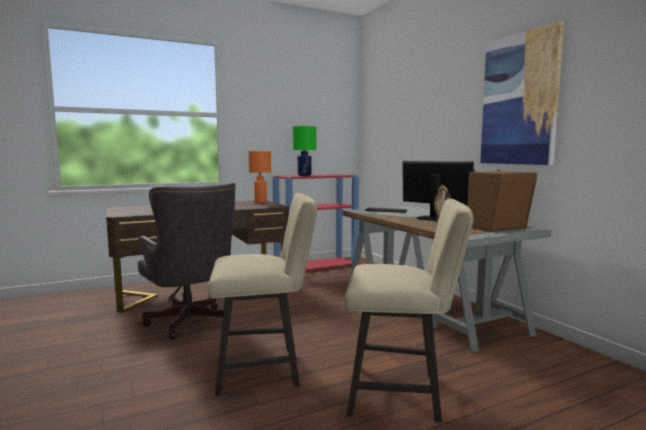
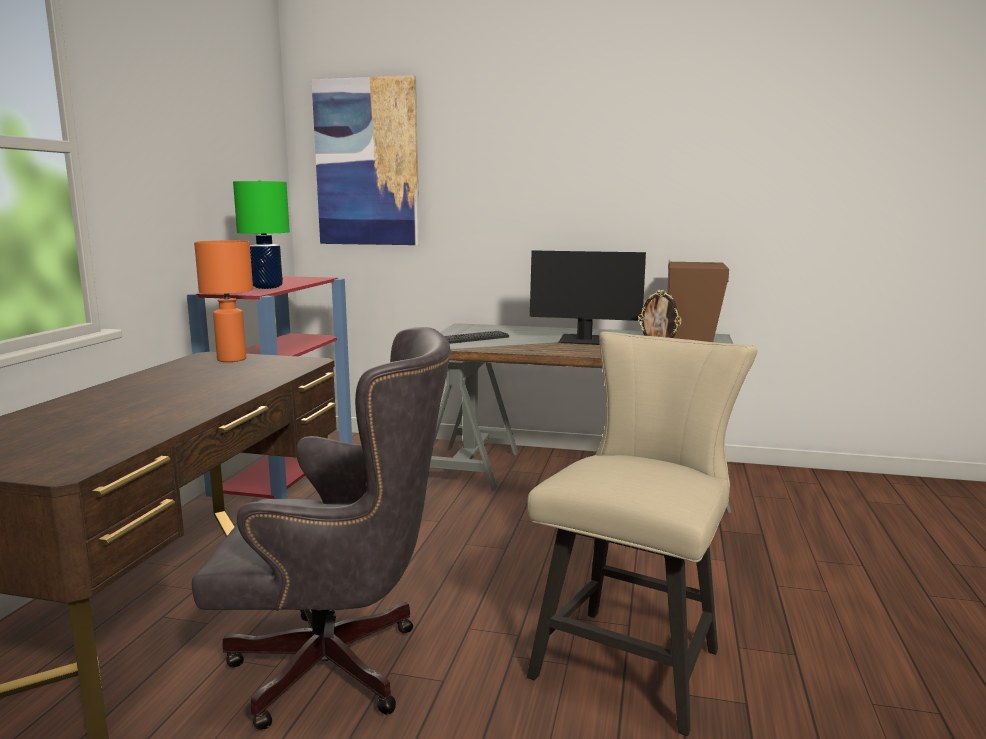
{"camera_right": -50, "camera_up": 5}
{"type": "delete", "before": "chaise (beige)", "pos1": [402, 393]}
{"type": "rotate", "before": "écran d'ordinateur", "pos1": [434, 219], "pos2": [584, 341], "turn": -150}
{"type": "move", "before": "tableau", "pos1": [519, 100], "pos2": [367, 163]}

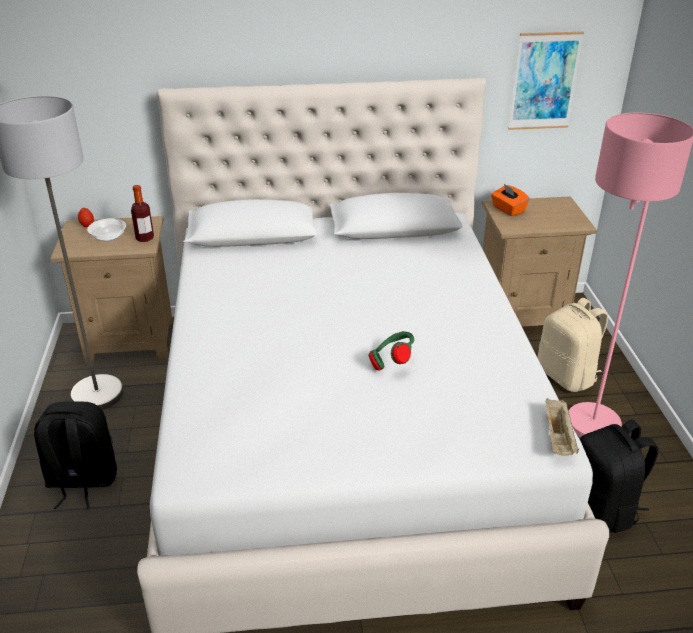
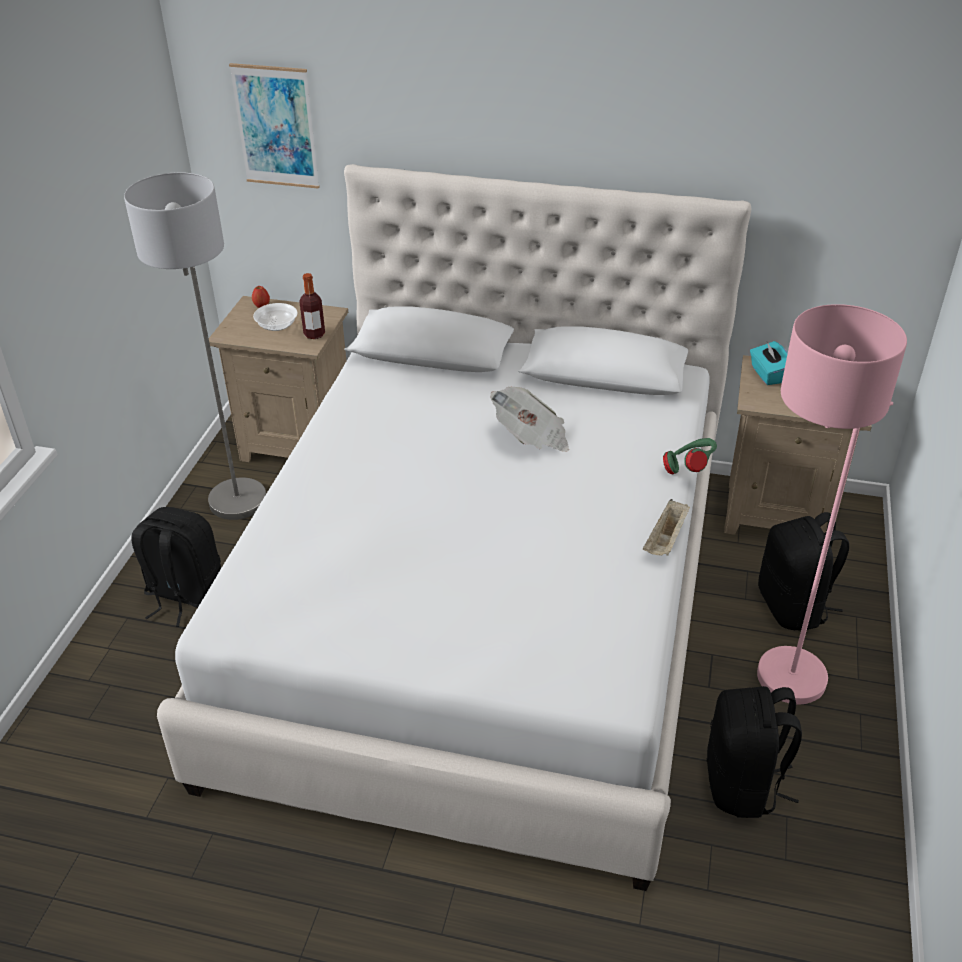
{"camera_right": 20, "camera_up": 5}
{"type": "move", "before": "casque audio (vert)", "pos1": [392, 362], "pos2": [689, 469]}
{"type": "recolor", "before": "boîte à mouchoirs (orange)", "after": "boîte à mouchoirs (turquoise)", "pos1": [508, 209], "pos2": [768, 374]}
{"type": "move", "before": "tableau", "pos1": [544, 81], "pos2": [276, 126]}
{"type": "recolor", "before": "sac à dos (beige)", "after": "sac à dos (noir)", "pos1": [567, 376], "pos2": [793, 607]}
{"type": "move", "before": "plateau (beige)", "pos1": [558, 438], "pos2": [666, 539]}
{"type": "insert", "after": "journal", "pos2": [531, 438]}

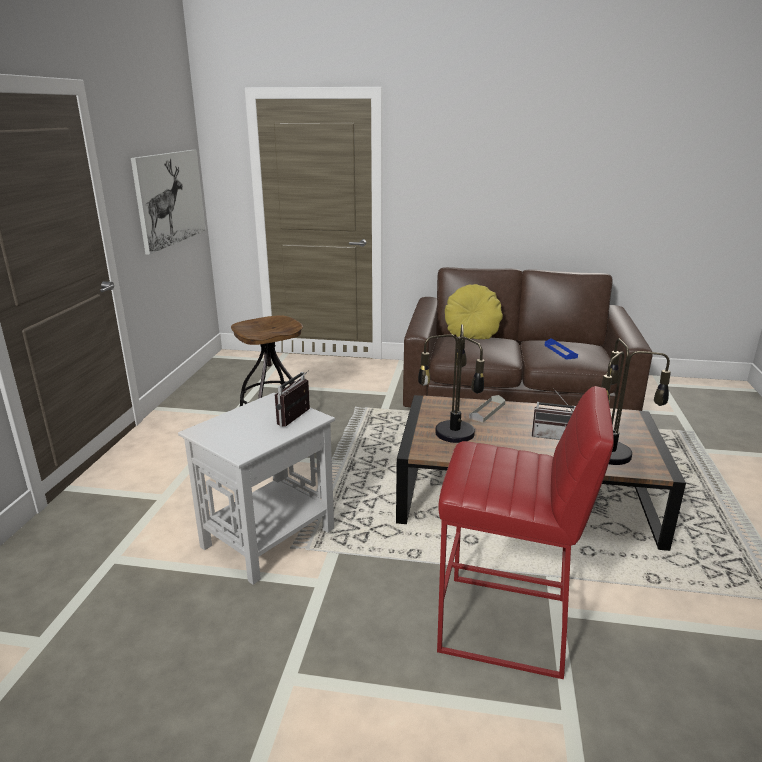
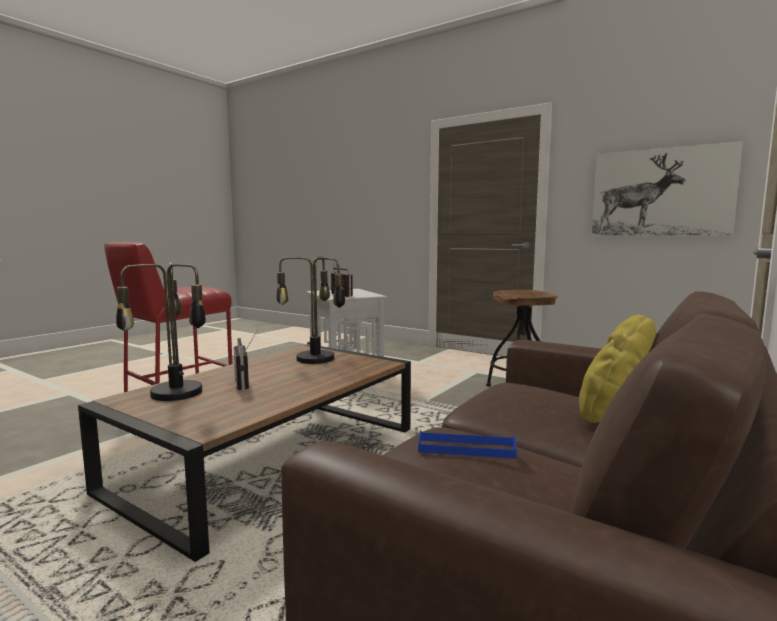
{"camera_right": 115, "camera_up": -15}
{"type": "delete", "before": "plateau (gris)", "pos1": [487, 411]}
{"type": "rotate", "before": "radio", "pos1": [552, 436], "pos2": [248, 383], "turn": -60}

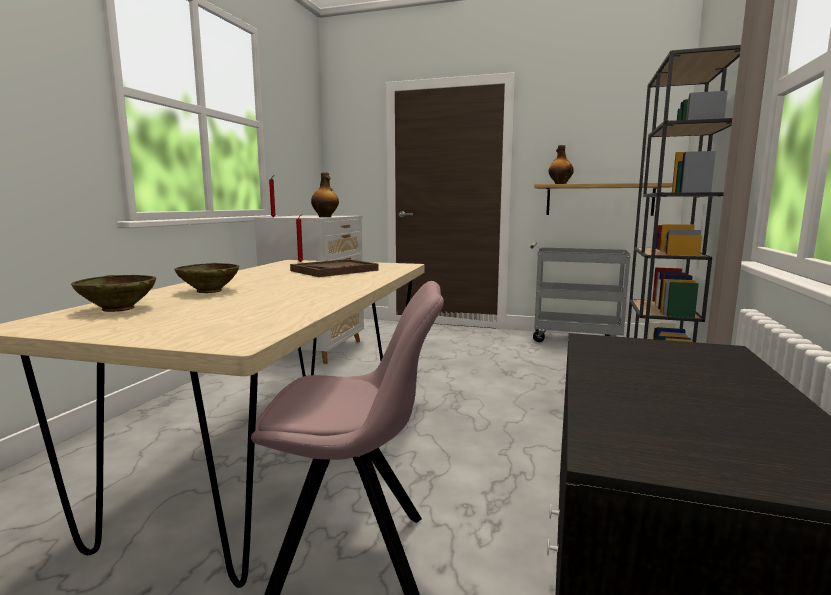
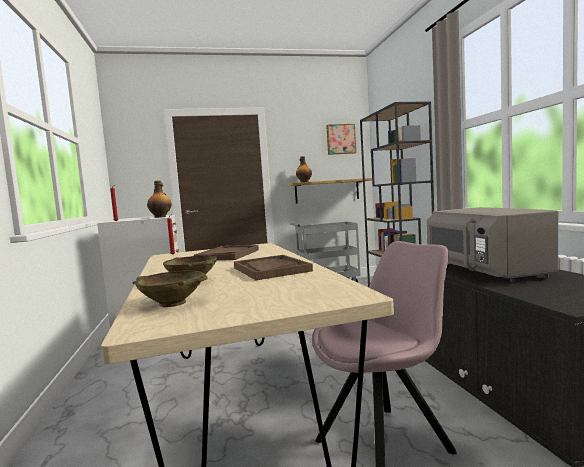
{"camera_right": -30, "camera_up": -5}
{"type": "insert", "after": "plateau (marron)", "pos2": [271, 269]}
{"type": "insert", "after": "tableau", "pos2": [340, 139]}
{"type": "insert", "after": "micro-ondes (gris)", "pos2": [485, 271]}

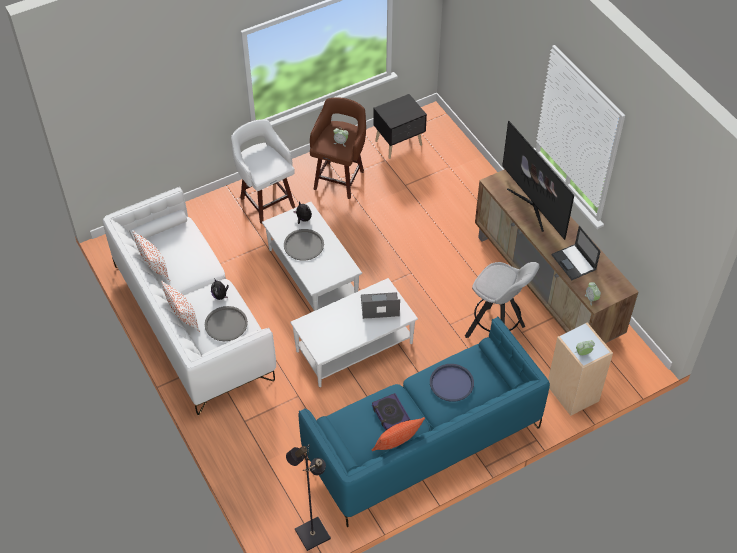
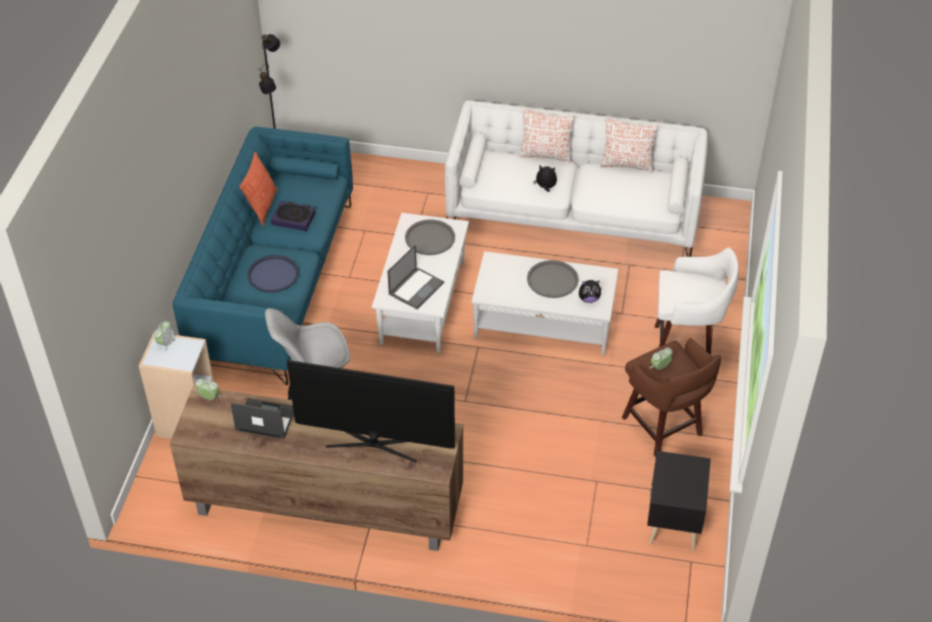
{"camera_right": 130, "camera_up": -5}
{"type": "move", "before": "plateau (gris)", "pos1": [226, 324], "pos2": [430, 238]}

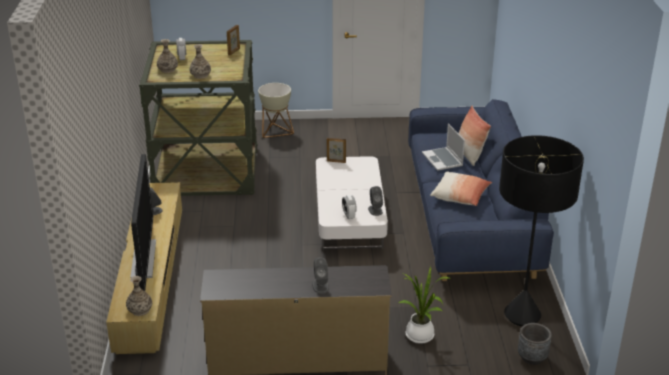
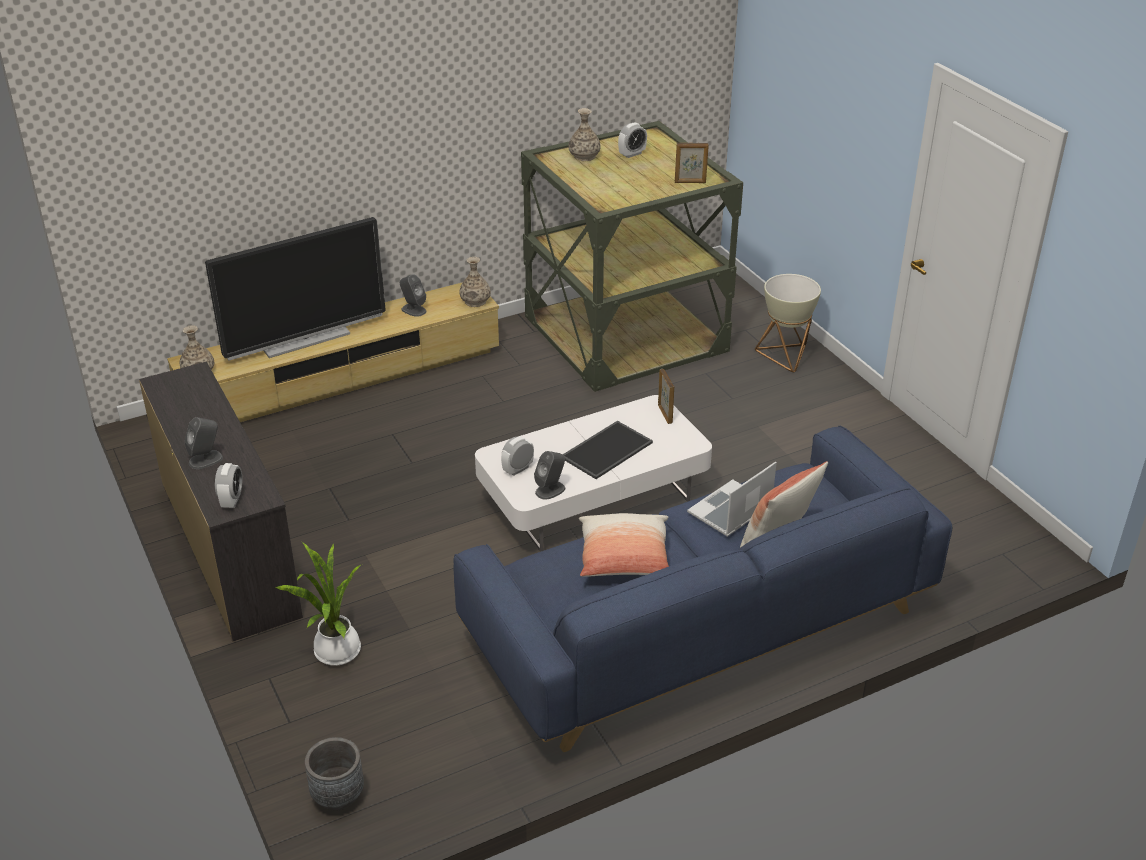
{"camera_right": 65, "camera_up": 5}
{"type": "move", "before": "vase", "pos1": [200, 75], "pos2": [475, 301]}
{"type": "delete", "before": "lampadaire (noir)", "pos1": [522, 317]}
{"type": "insert", "after": "réveil", "pos2": [232, 500]}
{"type": "insert", "after": "plateau", "pos2": [606, 449]}

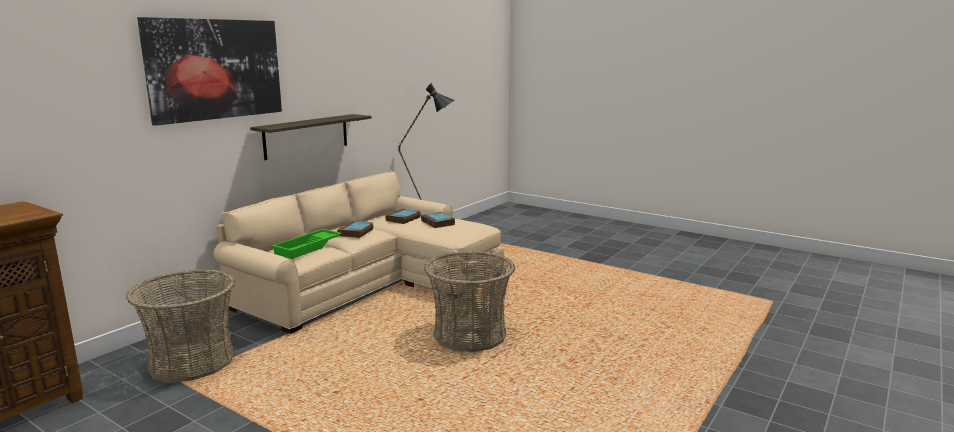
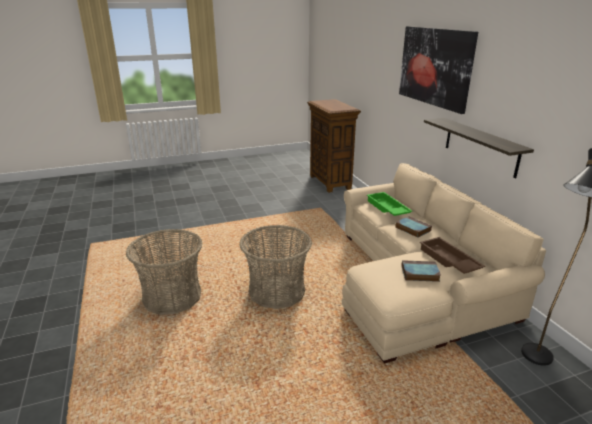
{"camera_right": 125, "camera_up": 10}
{"type": "move", "before": "panier", "pos1": [192, 362], "pos2": [172, 297]}
{"type": "replace", "before": "livre", "after": "plateau (marron)", "pos1": [403, 219], "pos2": [448, 260]}

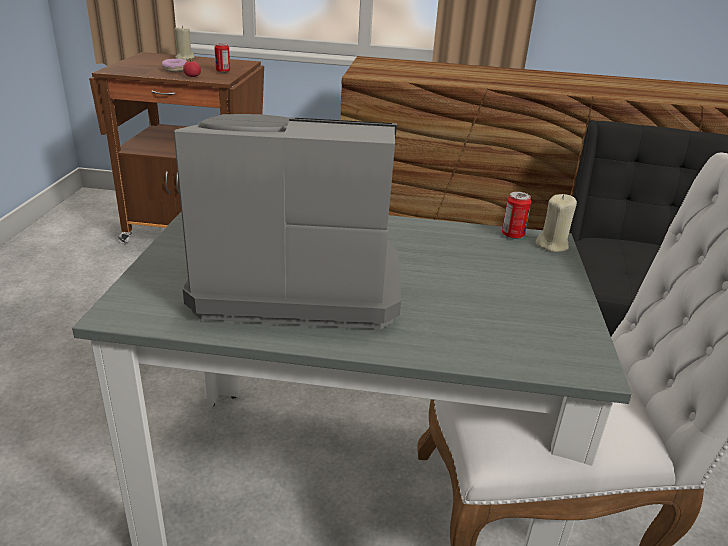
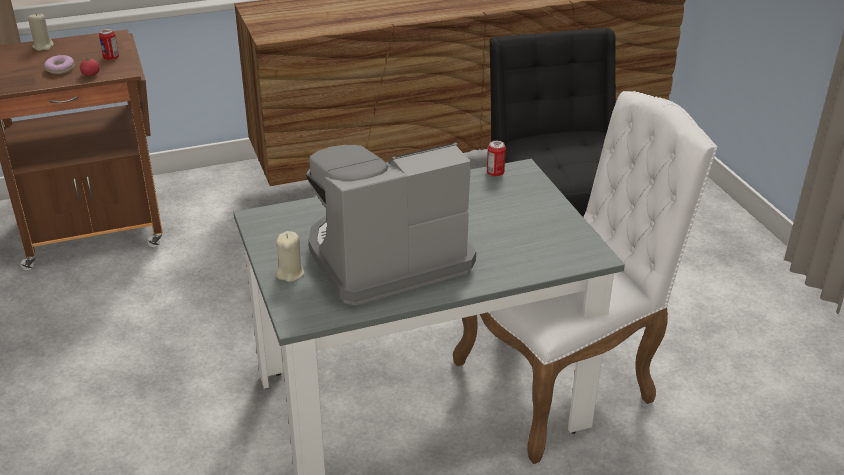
{"camera_right": -25, "camera_up": 5}
{"type": "move", "before": "bougie (beige)", "pos1": [552, 245], "pos2": [290, 273]}

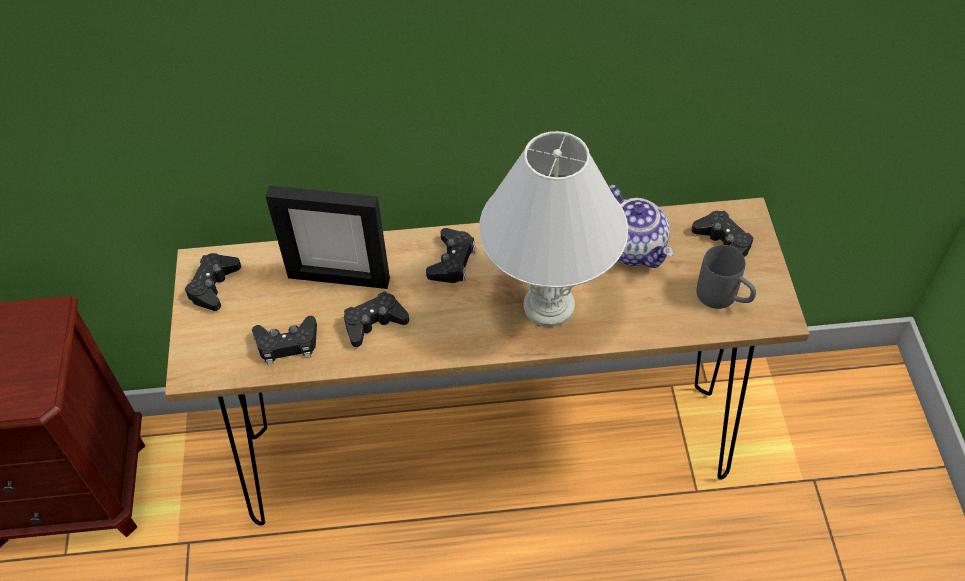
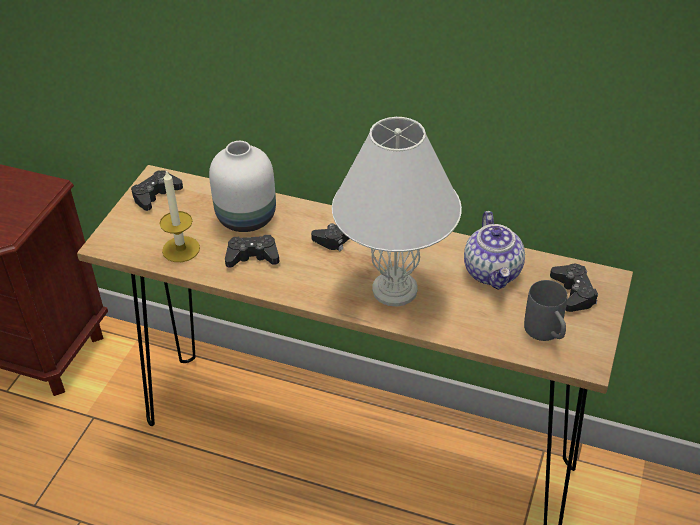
{"camera_right": 25, "camera_up": -10}
{"type": "replace", "before": "manette (noir)", "after": "bougie", "pos1": [287, 344], "pos2": [181, 249]}
{"type": "replace", "before": "cadre photo", "after": "vase (blanc)", "pos1": [339, 276], "pos2": [248, 217]}

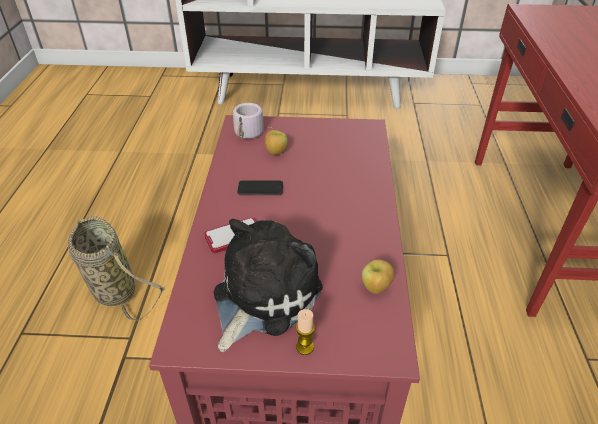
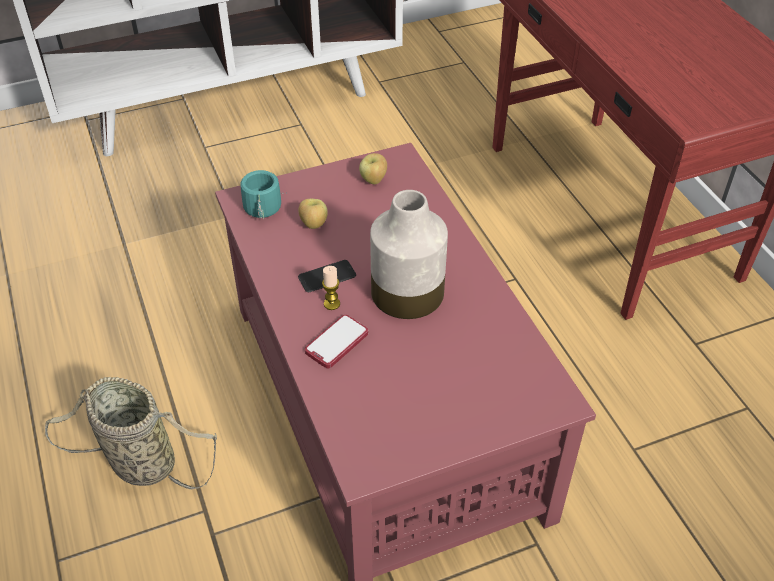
{"camera_right": -25, "camera_up": 5}
{"type": "delete", "before": "peluche", "pos1": [262, 296]}
{"type": "recolor", "before": "mug (gris)", "after": "mug (turquoise)", "pos1": [249, 134], "pos2": [264, 210]}
{"type": "move", "before": "bougie", "pos1": [305, 347], "pos2": [332, 304]}
{"type": "move", "before": "pomme", "pos1": [376, 288], "pos2": [373, 180]}
{"type": "insert", "after": "vase (beige)", "pos2": [408, 291]}

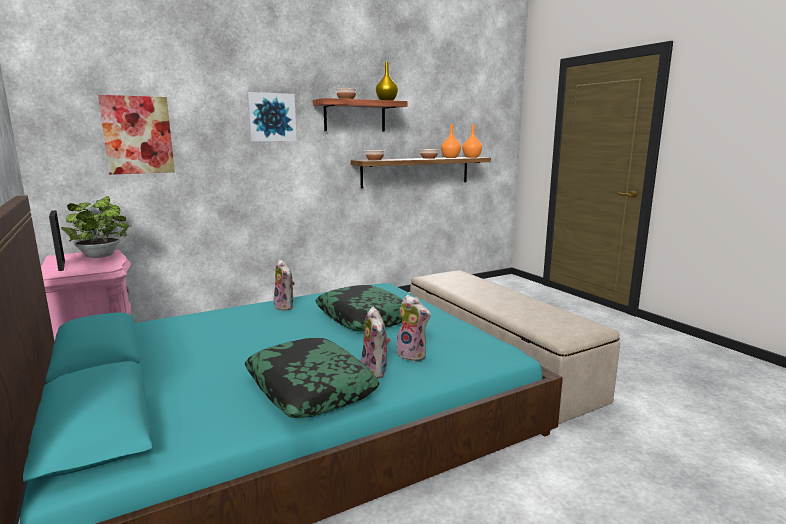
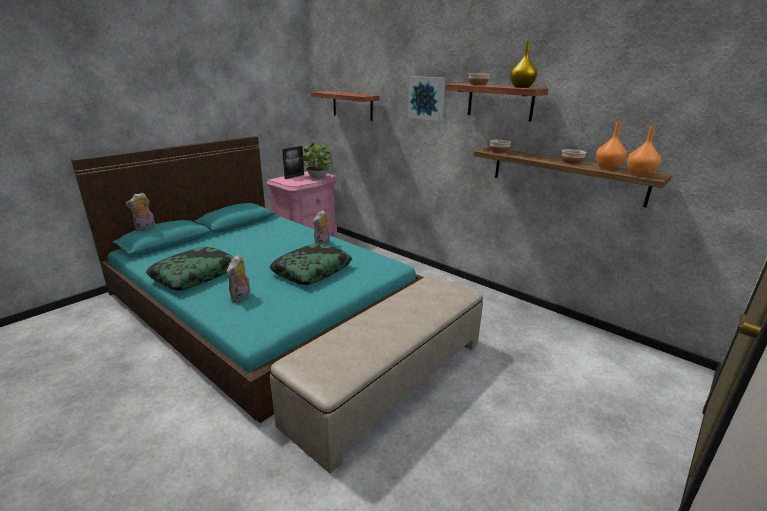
{"camera_right": 70, "camera_up": 10}
{"type": "replace", "before": "tableau", "after": "étagère", "pos1": [138, 135], "pos2": [352, 105]}
{"type": "move", "before": "peluche", "pos1": [376, 371], "pos2": [145, 228]}

